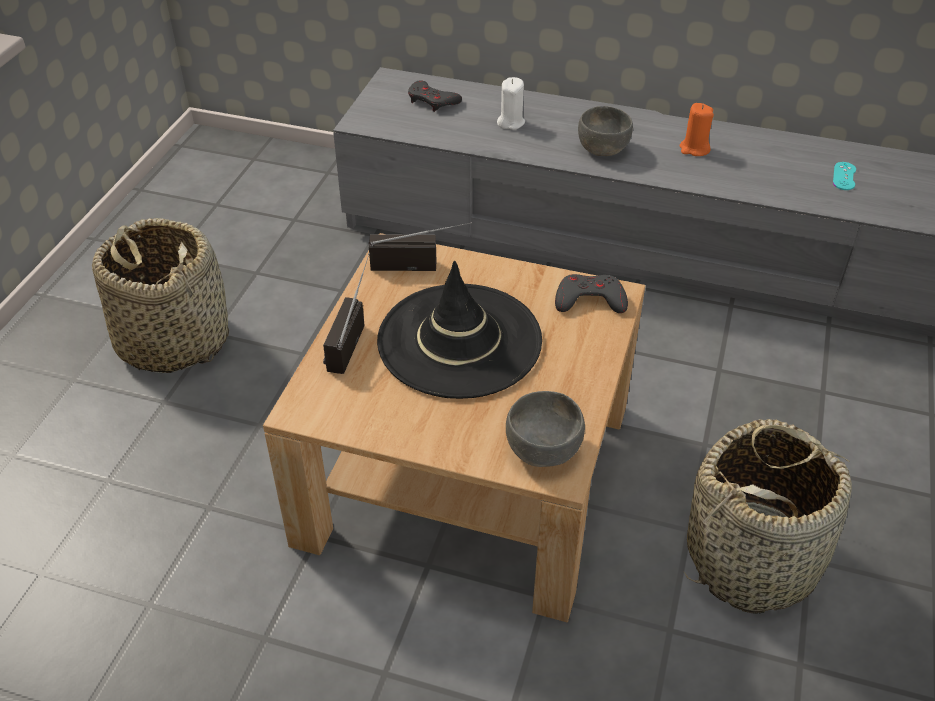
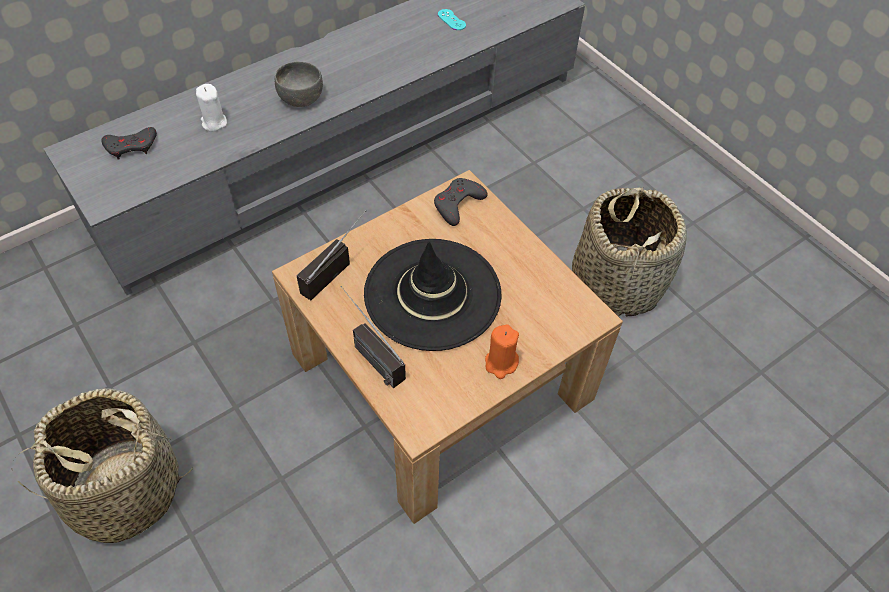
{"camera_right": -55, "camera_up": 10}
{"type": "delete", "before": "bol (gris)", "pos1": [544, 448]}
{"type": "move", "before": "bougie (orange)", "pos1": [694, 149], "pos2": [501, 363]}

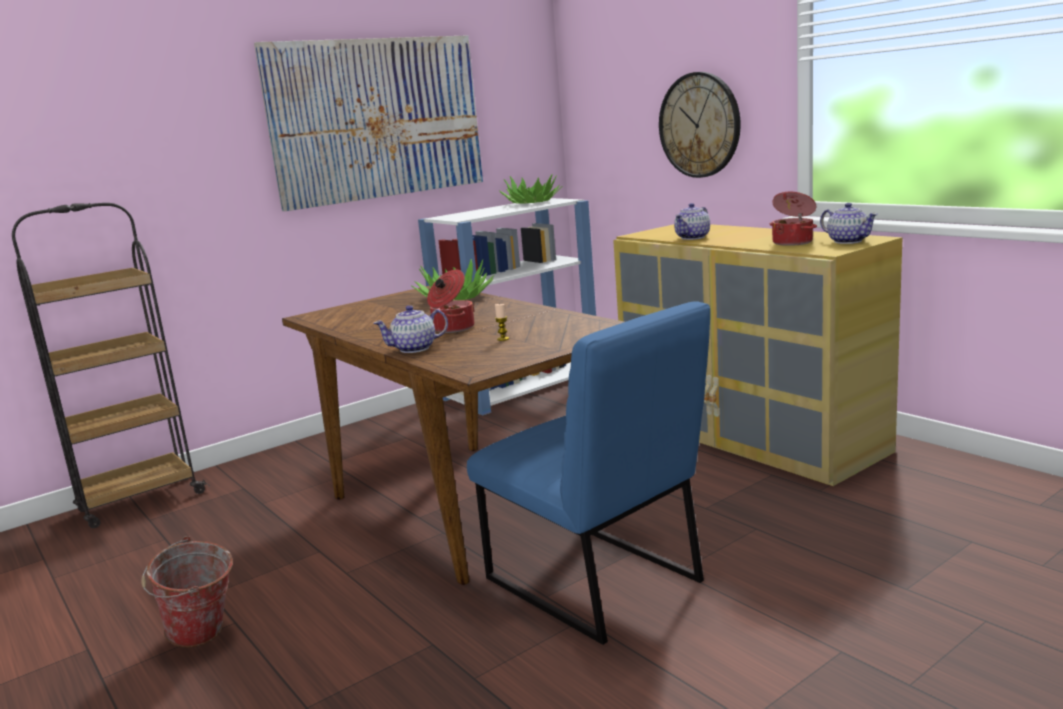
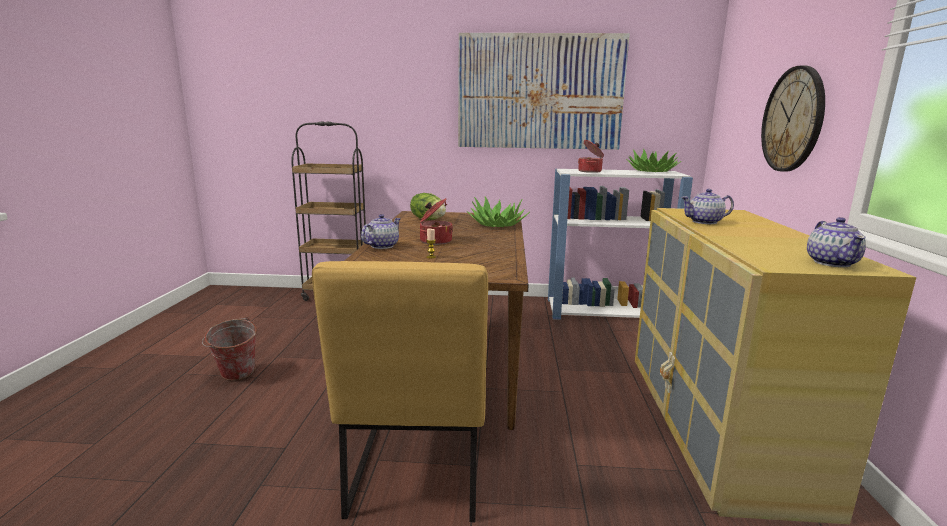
{"camera_right": 40, "camera_up": 0}
{"type": "rotate", "before": "théière", "pos1": [415, 348], "pos2": [381, 246], "turn": 105}
{"type": "recolor", "before": "chaise (bleu)", "after": "chaise (jaune)", "pos1": [596, 582], "pos2": [416, 471]}
{"type": "move", "before": "marmite", "pos1": [793, 242], "pos2": [590, 171]}
{"type": "insert", "after": "laitue", "pos2": [428, 219]}

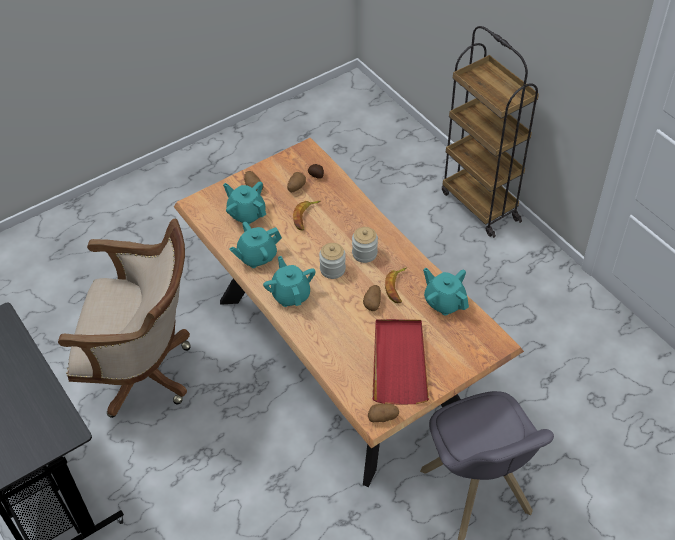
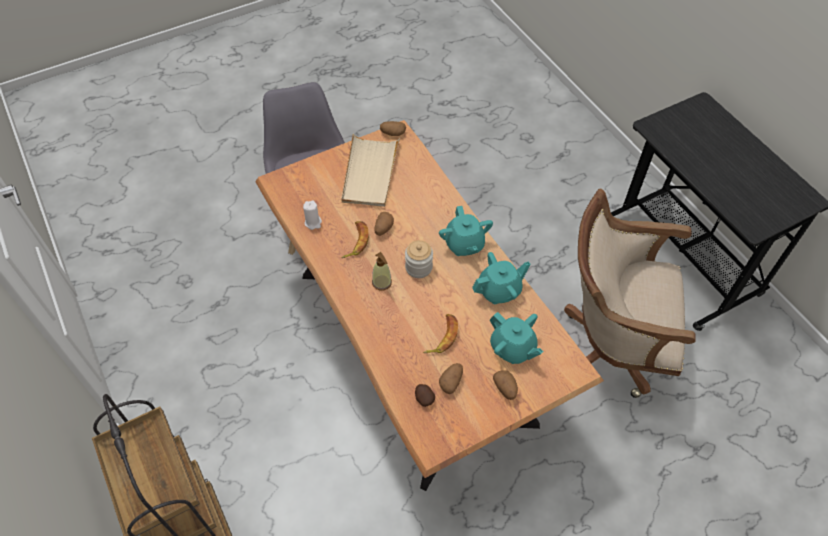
{"camera_right": -175, "camera_up": 5}
{"type": "replace", "before": "bocal", "after": "distributeur de savon", "pos1": [364, 253], "pos2": [382, 282]}
{"type": "recolor", "before": "plateau (rouge)", "after": "plateau (beige)", "pos1": [399, 362], "pos2": [370, 173]}
{"type": "replace", "before": "théière (turquoise)", "after": "bougie (blanc)", "pos1": [444, 302], "pos2": [313, 222]}

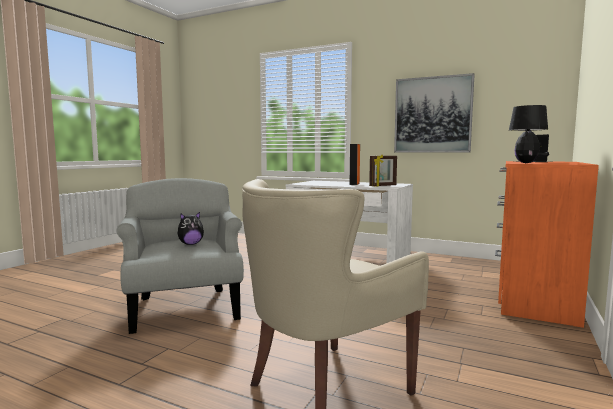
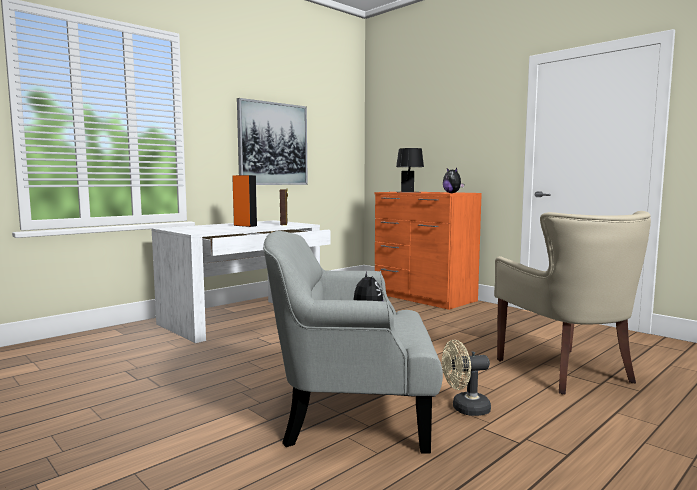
{"camera_right": -70, "camera_up": 0}
{"type": "insert", "after": "ventilateur (beige)", "pos2": [465, 409]}

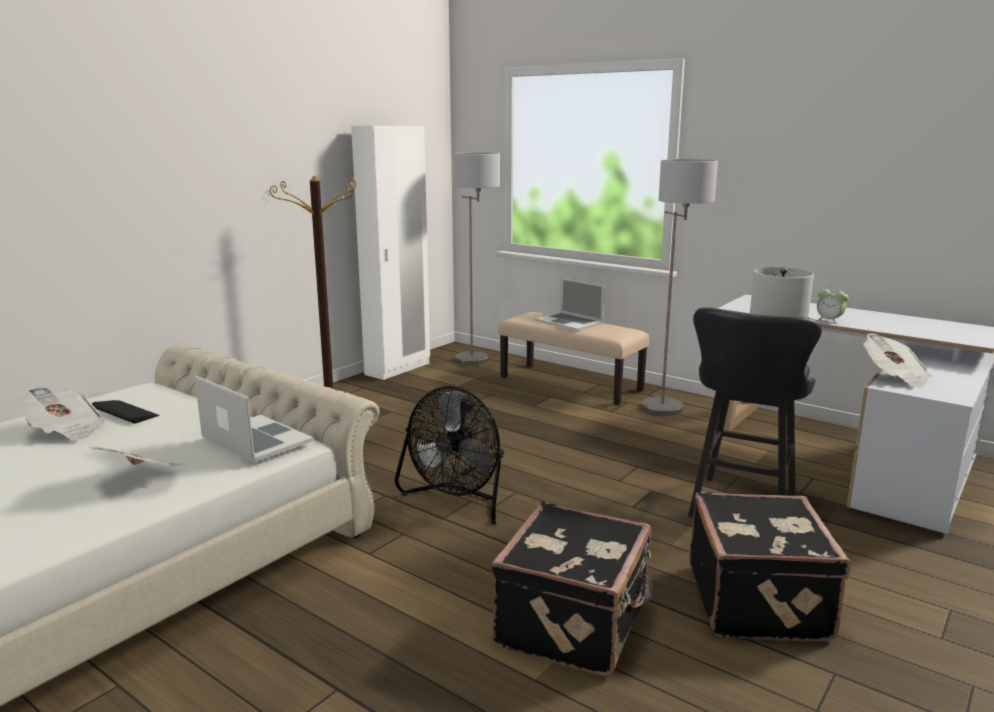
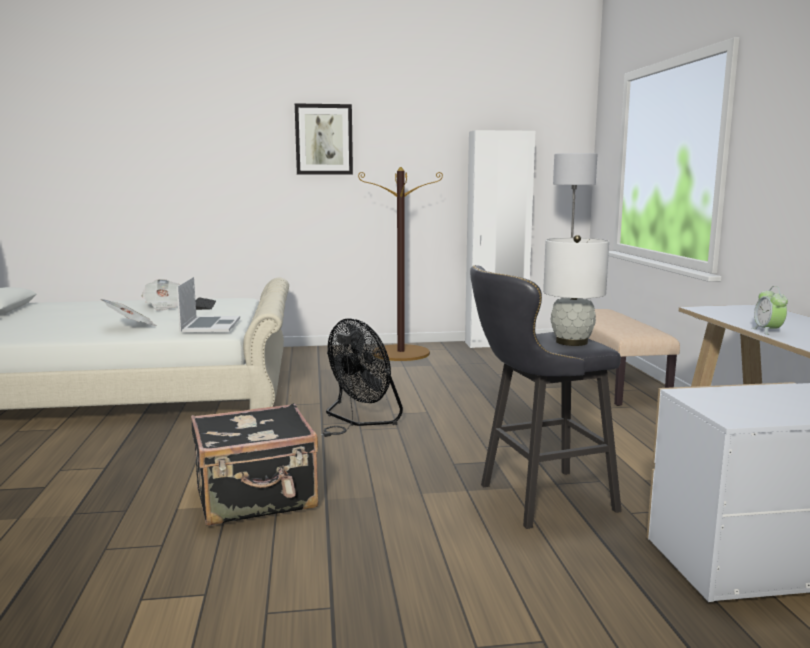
{"camera_right": 45, "camera_up": -5}
{"type": "rotate", "before": "ventilateur (noir)", "pos1": [456, 498], "pos2": [353, 418], "turn": 150}
{"type": "delete", "before": "ordinateur portable", "pos1": [569, 321]}
{"type": "delete", "before": "lampadaire (gris)", "pos1": [668, 413]}
{"type": "delete", "before": "valise (noir)", "pos1": [759, 601]}
{"type": "delete", "before": "journal", "pos1": [895, 377]}
{"type": "insert", "after": "tableau", "pos2": [324, 139]}

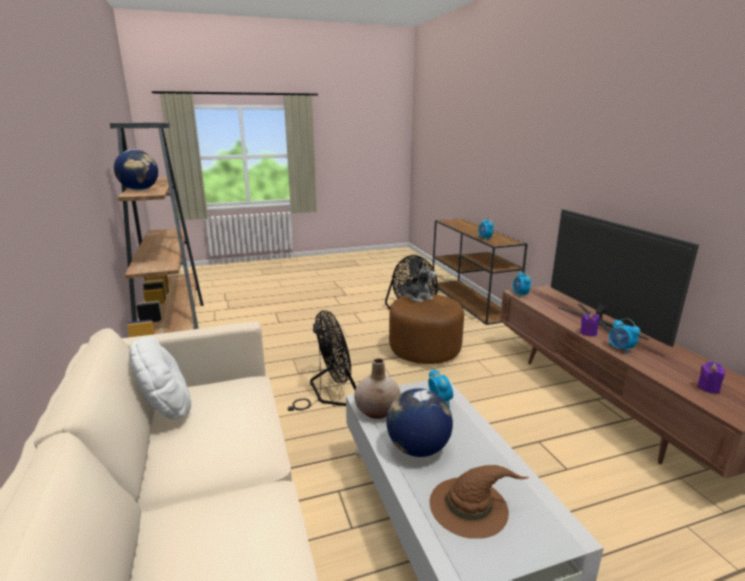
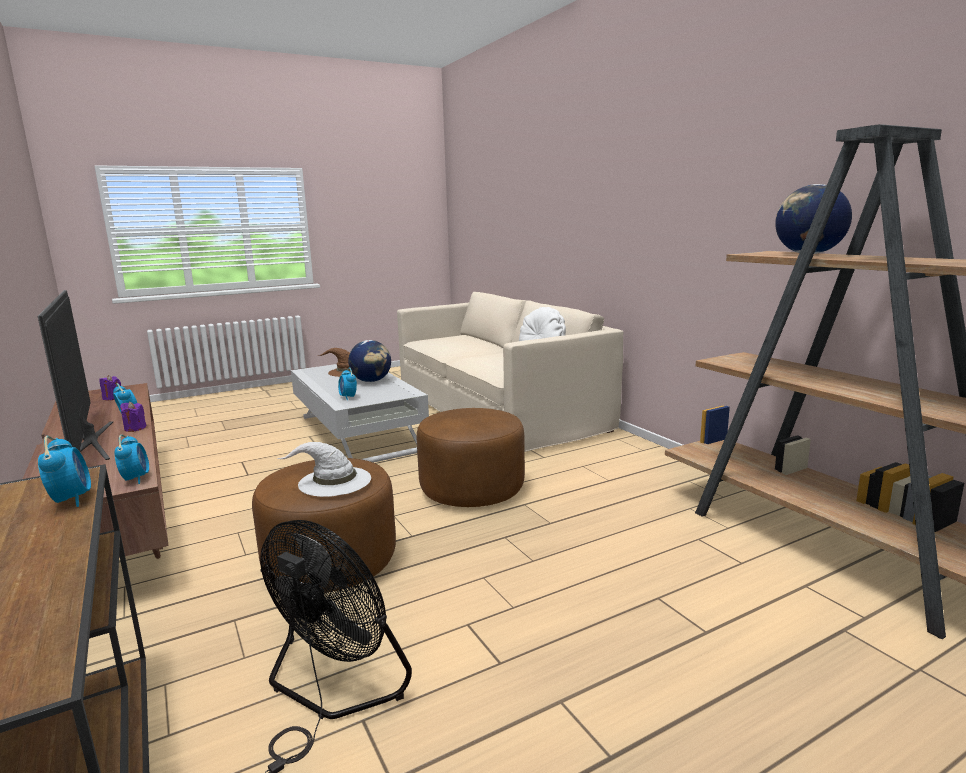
{"camera_right": 170, "camera_up": -5}
{"type": "replace", "before": "ventilateur (noir)", "after": "pouf (marron)", "pos1": [327, 391], "pos2": [472, 489]}
{"type": "delete", "before": "vase (beige)", "pos1": [377, 411]}
{"type": "replace", "before": "peluche", "after": "chapeau (blanc)", "pos1": [419, 298], "pos2": [333, 481]}

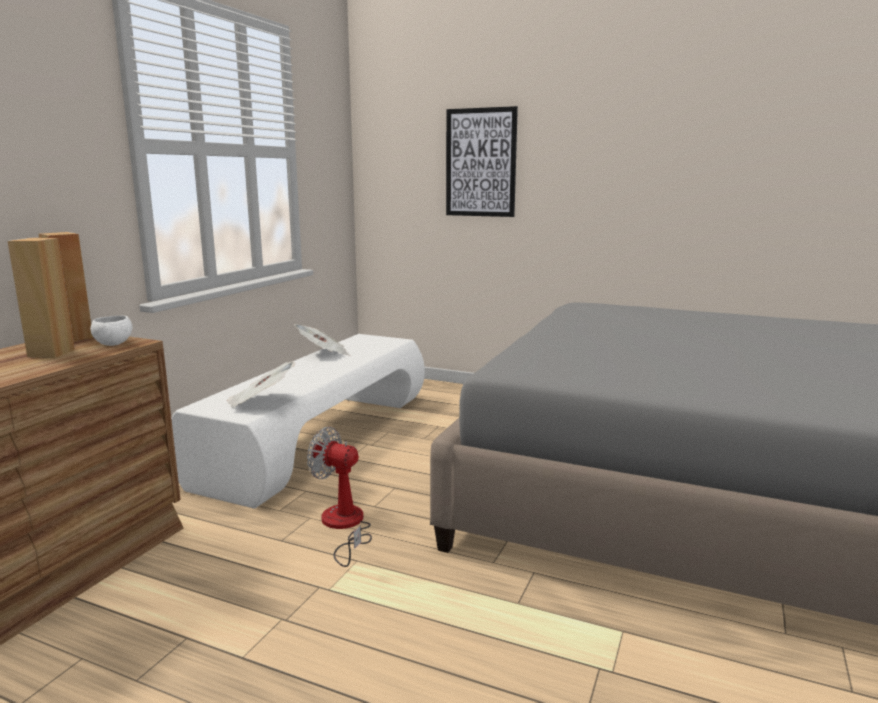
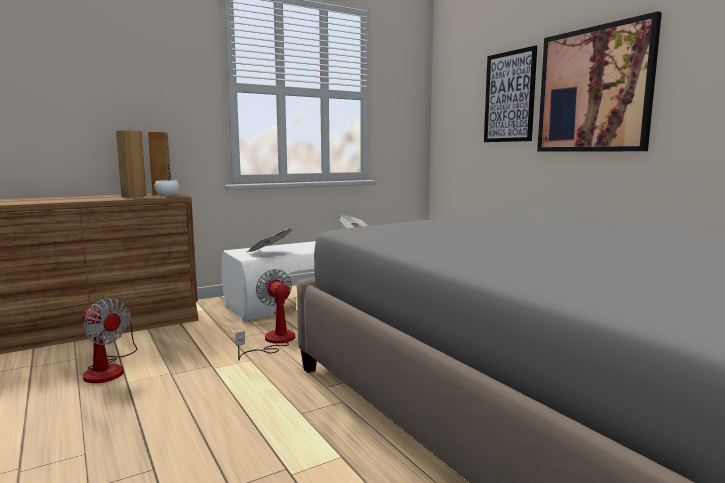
{"camera_right": 35, "camera_up": -5}
{"type": "insert", "after": "ventilateur", "pos2": [109, 368]}
{"type": "insert", "after": "tableau", "pos2": [593, 90]}

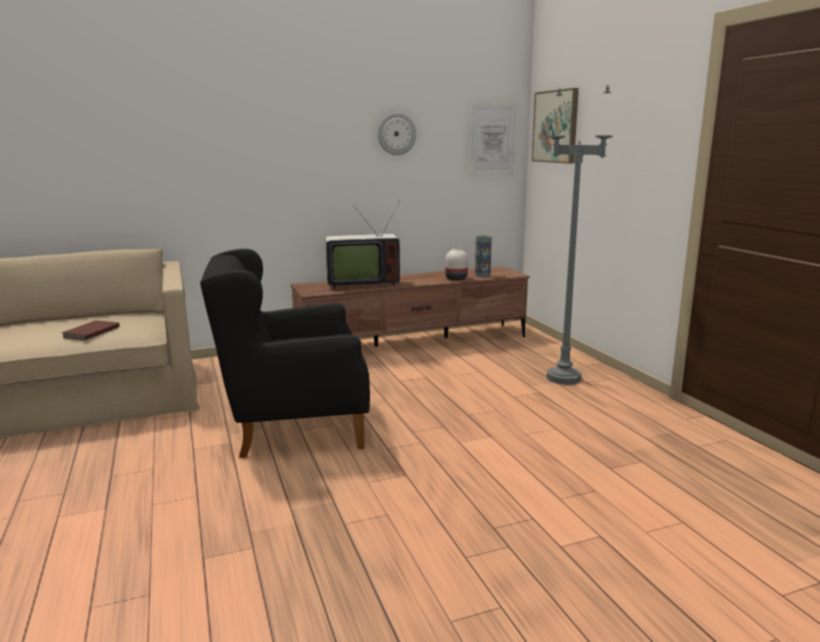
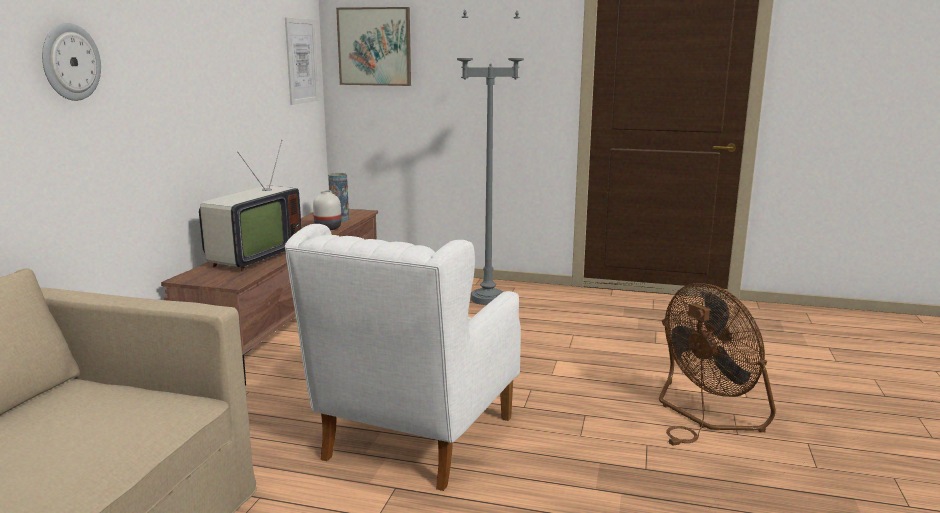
{"camera_right": -55, "camera_up": 0}
{"type": "delete", "before": "livre (marron)", "pos1": [90, 332]}
{"type": "recolor", "before": "fauteuil (noir)", "after": "fauteuil (blanc)", "pos1": [295, 428], "pos2": [414, 438]}
{"type": "move", "before": "horloge murale", "pos1": [396, 134], "pos2": [70, 62]}
{"type": "insert", "after": "ventilateur (marron)", "pos2": [699, 413]}

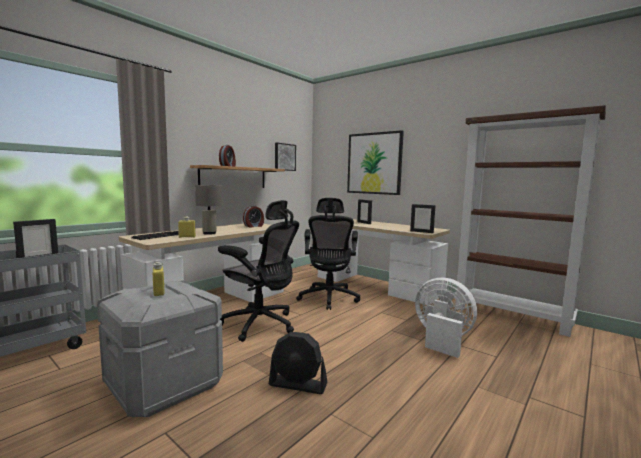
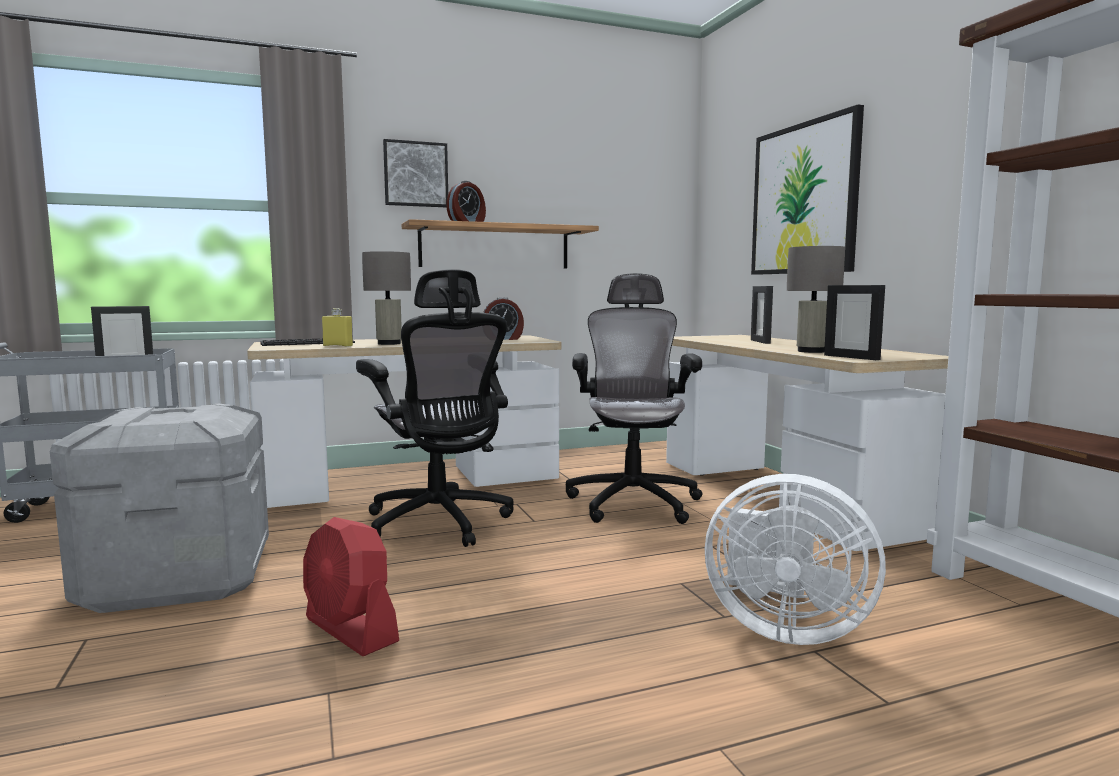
{"camera_right": 30, "camera_up": 0}
{"type": "delete", "before": "bouteille (jaune)", "pos1": [159, 292]}
{"type": "recolor", "before": "ventilateur (noir)", "after": "ventilateur (rouge)", "pos1": [298, 384], "pos2": [351, 630]}
{"type": "move", "before": "tableau", "pos1": [284, 157], "pos2": [415, 174]}
{"type": "rotate", "before": "chaise de bureau", "pos1": [329, 298], "pos2": [633, 503], "turn": 150}
{"type": "rotate", "before": "ventilateur (blanc)", "pos1": [442, 339], "pos2": [782, 628], "turn": 135}
{"type": "insert", "after": "lampe de table (gris)", "pos2": [810, 351]}

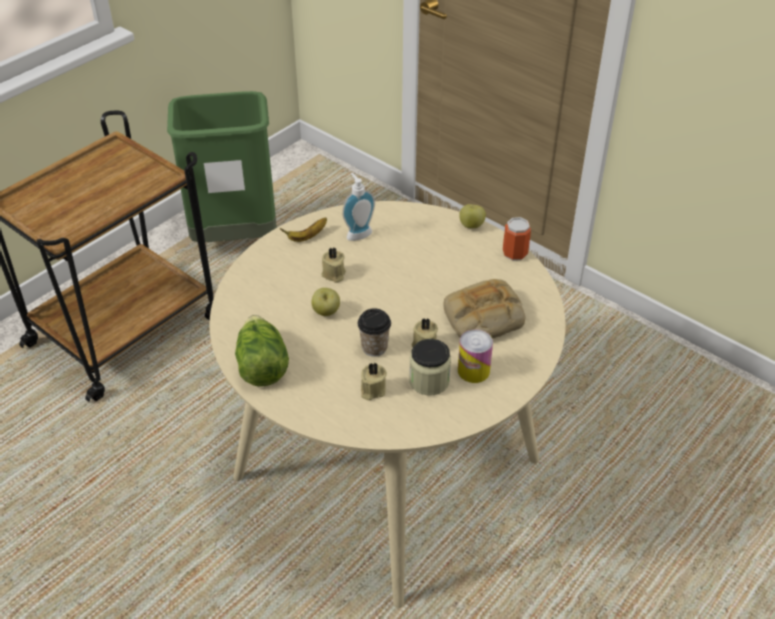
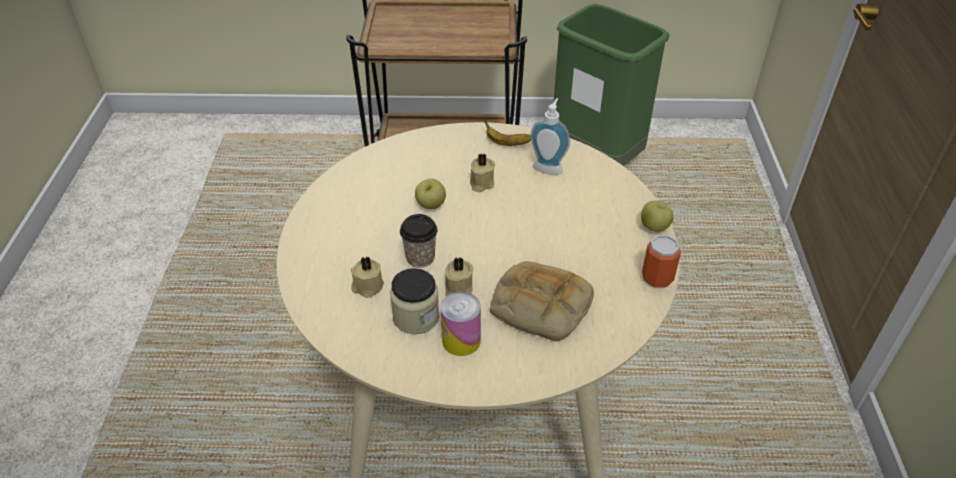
{"camera_right": 50, "camera_up": 0}
{"type": "delete", "before": "laitue", "pos1": [261, 365]}

